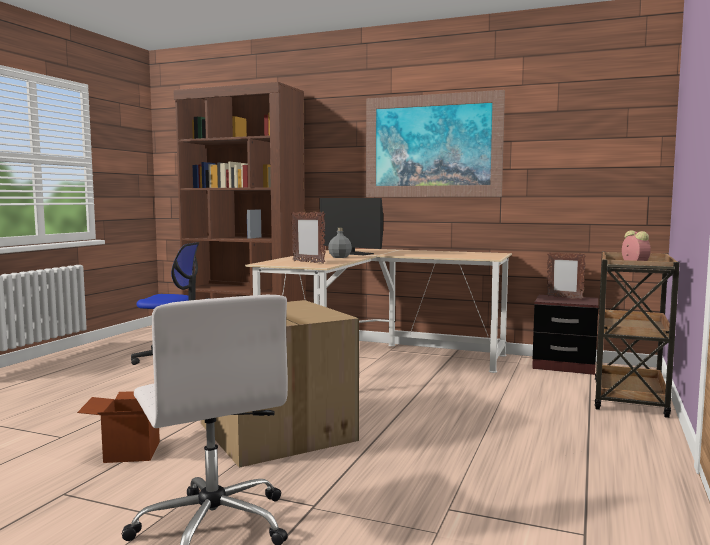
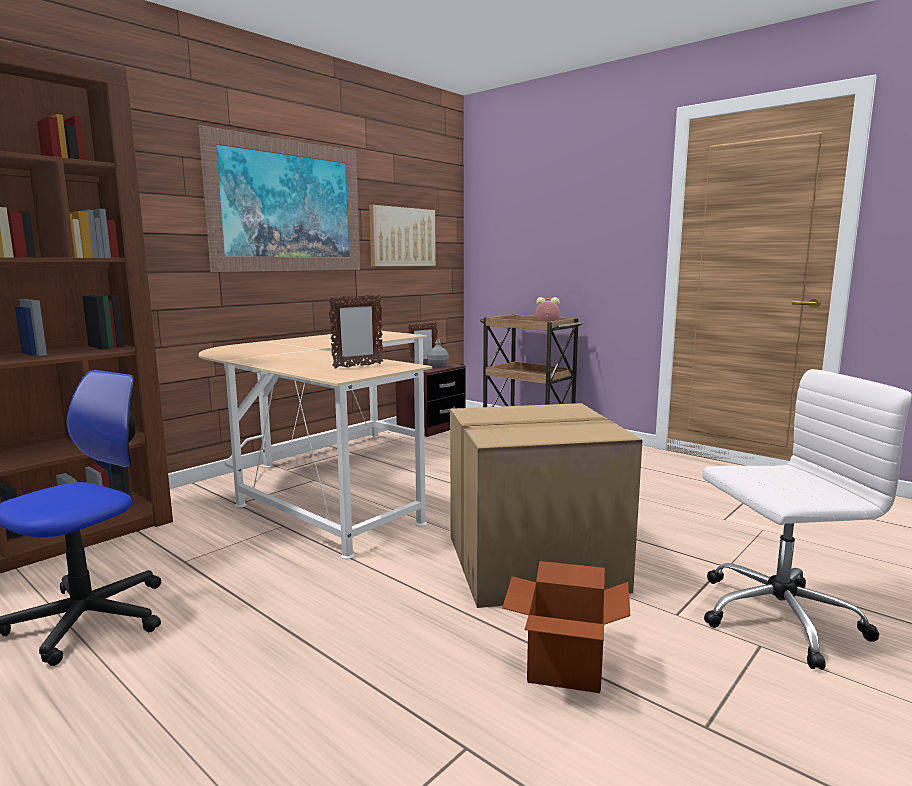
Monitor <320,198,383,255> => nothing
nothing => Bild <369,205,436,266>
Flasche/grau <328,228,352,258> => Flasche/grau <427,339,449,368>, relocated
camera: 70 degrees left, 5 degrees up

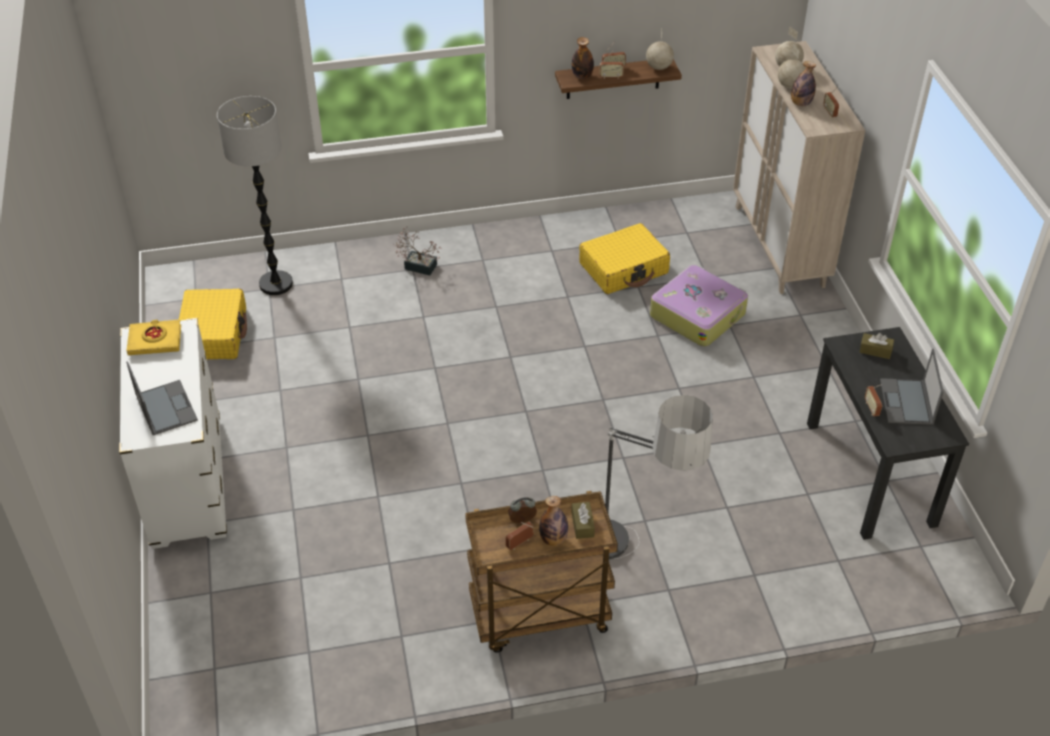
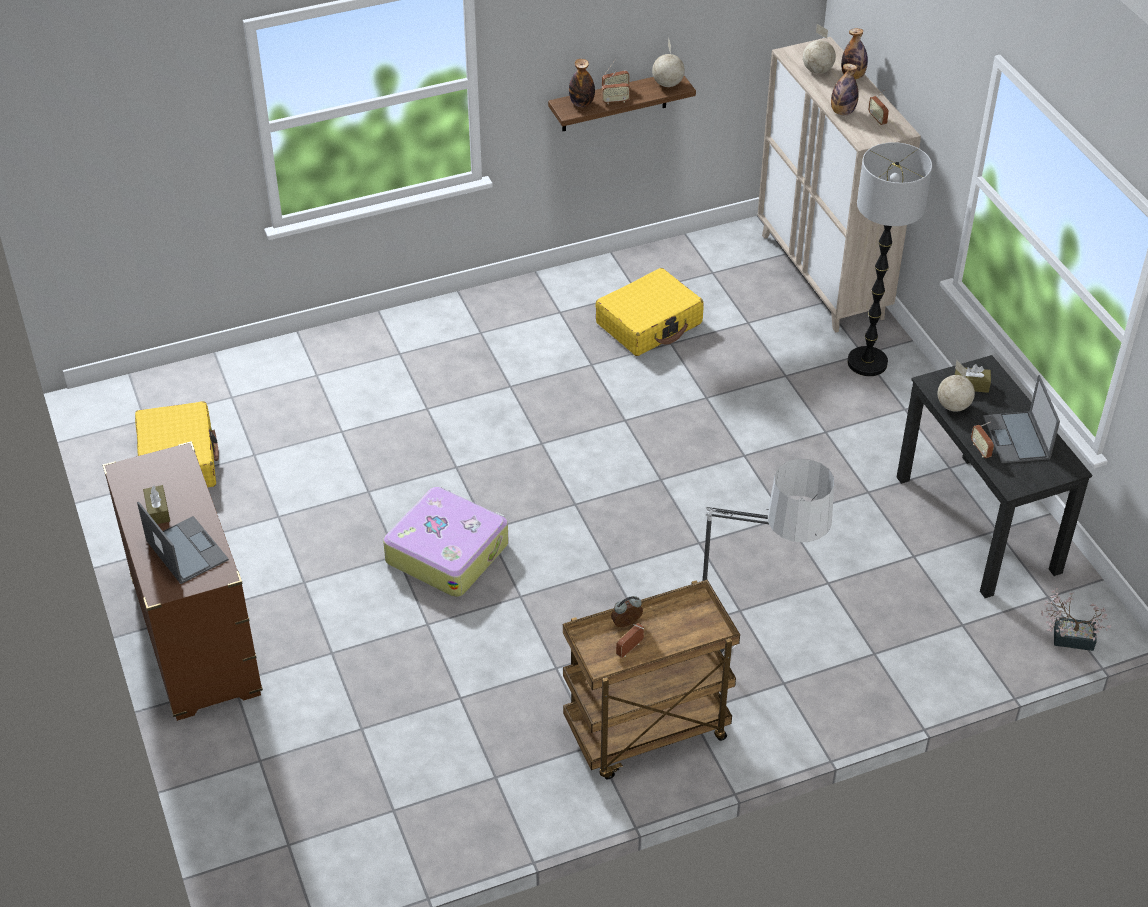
Buch/gelb <126,319,181,355> => nothing
Stehlampe <217,96,293,295> => Stehlampe <847,142,932,376>, relocated
Topfpflanze <393,227,442,276> => Topfpflanze <1041,588,1111,651>, relocated
Flasche <539,496,568,546> => Flasche <841,28,868,80>, relocated
Taschentuchbox/braun <571,502,595,539> => Taschentuchbox/braun <143,485,170,524>, relocated
Koffer <650,265,748,347> => Koffer <383,487,509,597>, relocated
Globus <778,45,806,89> => Globus <938,360,975,411>, relocated
Kommode/weiß <119,318,227,549> => Kommode/braun <102,441,263,721>
camera: 10 degrees left, 0 degrees up

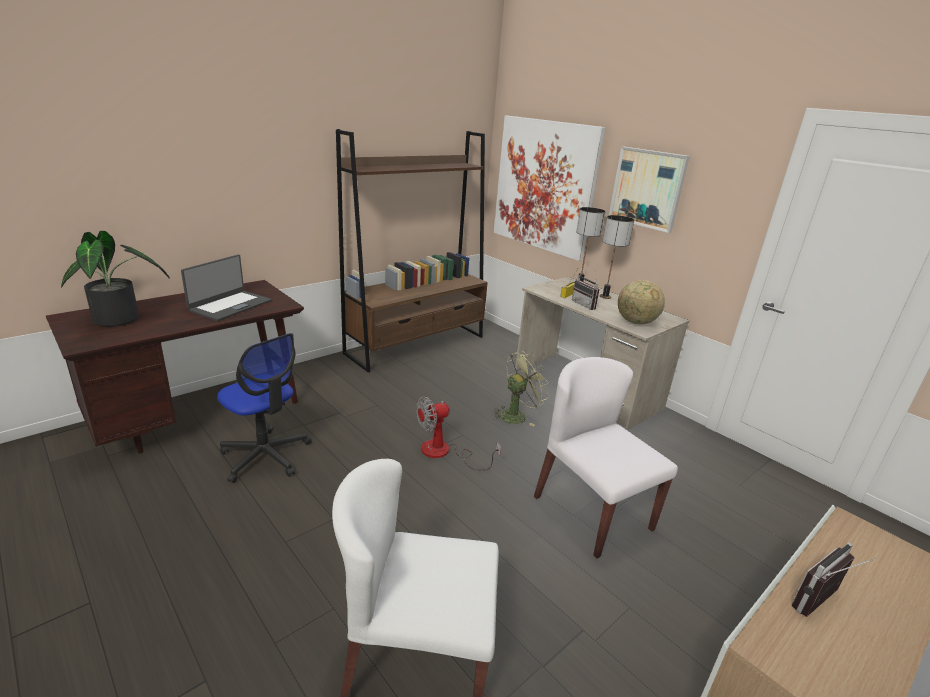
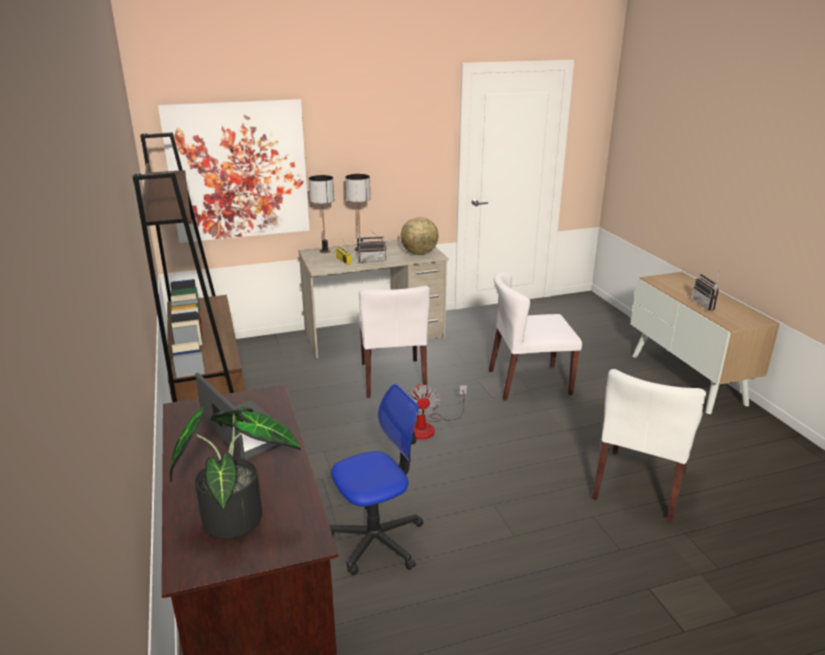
Bild <609,147,690,233> => nothing
Ventilator/grün <492,351,550,426> => Stuhl/weiß <358,286,430,398>
camera: 65 degrees left, 0 degrees up

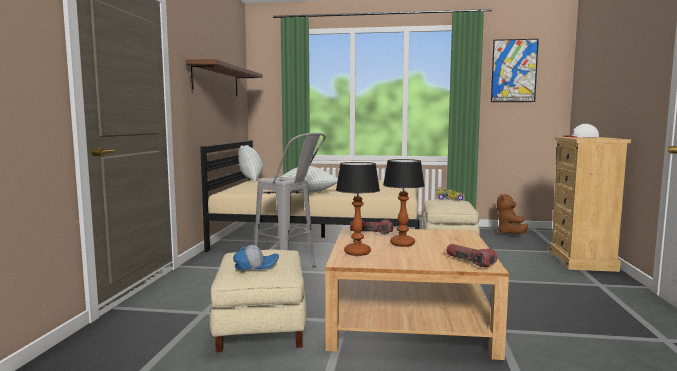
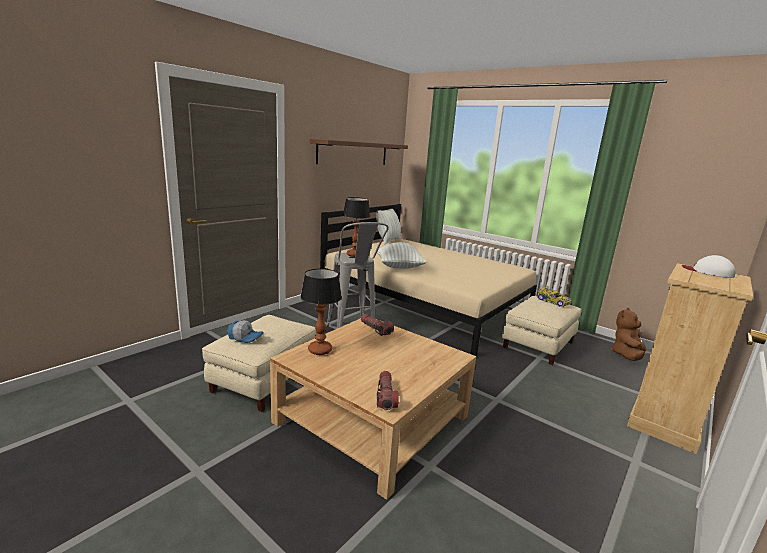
Bild <491,39,539,102> => nothing
Tischlampe <383,159,425,247> => Tischlampe <343,197,371,257>, relocated
camera: 30 degrees right, 10 degrees up

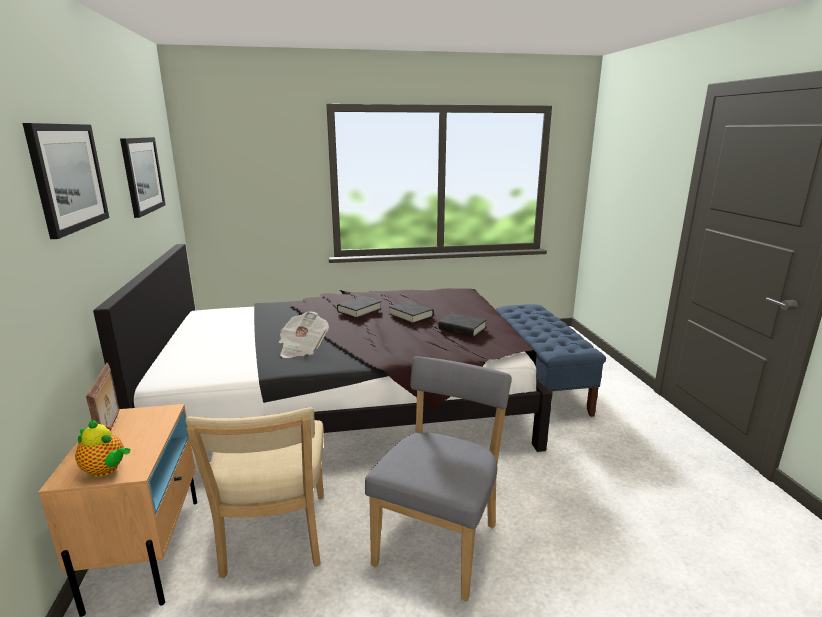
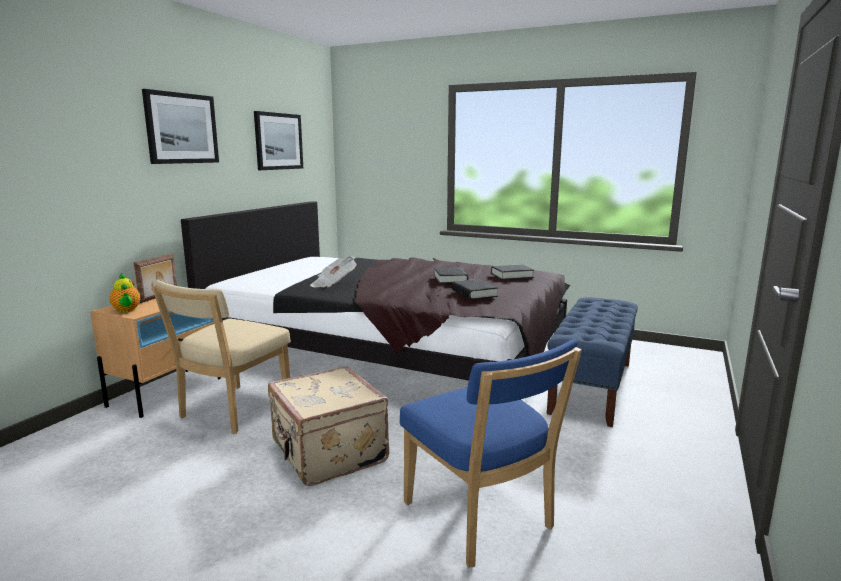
nothing => Stuhl/blau <400,339,582,568>
Buch/schwarz <337,296,381,318> => Buch/schwarz <491,265,534,280>, relocated
Stuhl/grau <365,356,512,602> => Koffer/beige <268,366,389,486>
camera: 35 degrees right, 5 degrees down

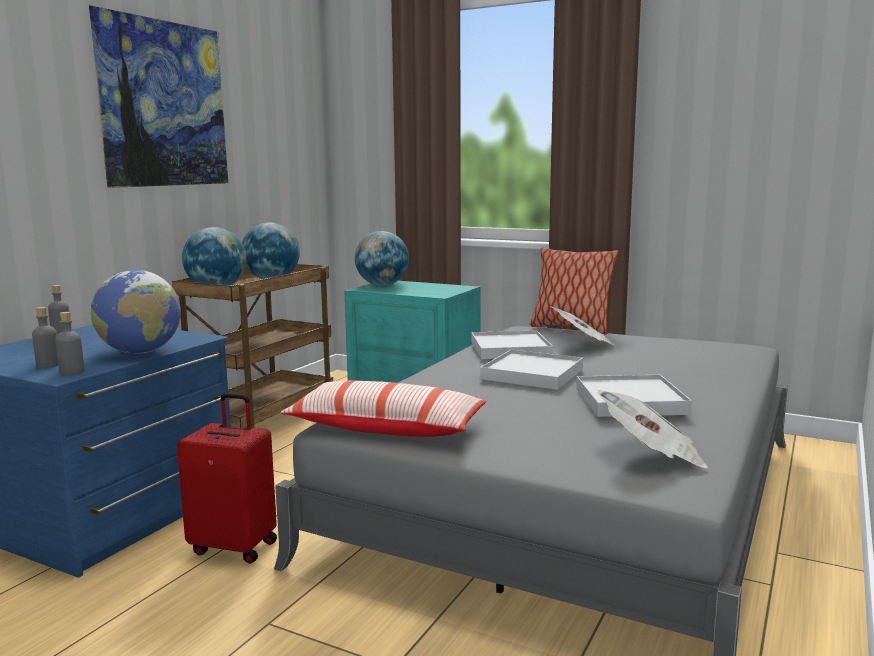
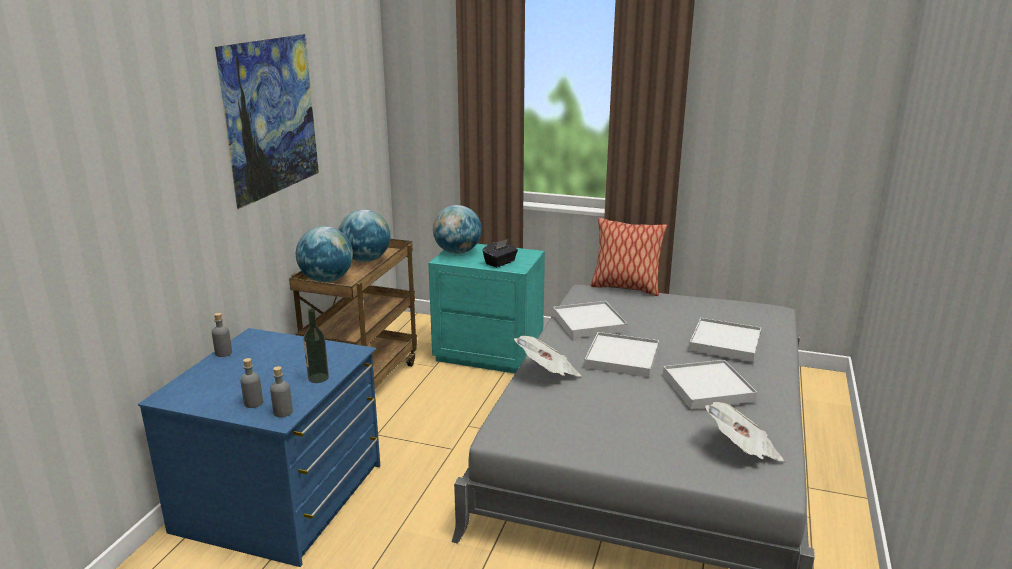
Koffer/rot <177,393,277,564> => nothing
Kissen <281,380,486,437> => nothing
nothing => Taschentuchbox/schwarz <482,239,518,268>
nothing => Tablett/weiß <689,318,762,362>
Zeitung <550,306,618,347> => Zeitung <514,336,582,376>, relocated
Globus <91,270,181,354> => Flasche <303,308,329,383>
camera: 10 degrees left, 10 degrees up

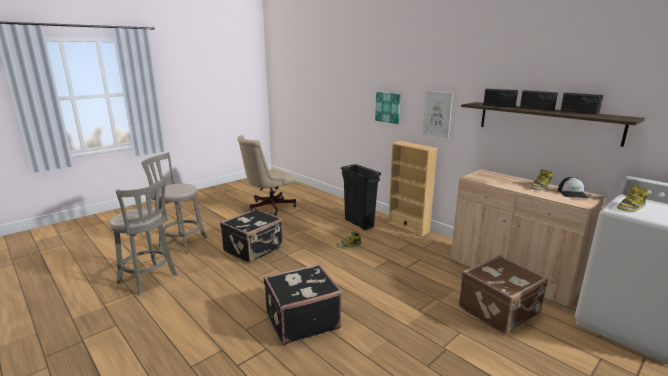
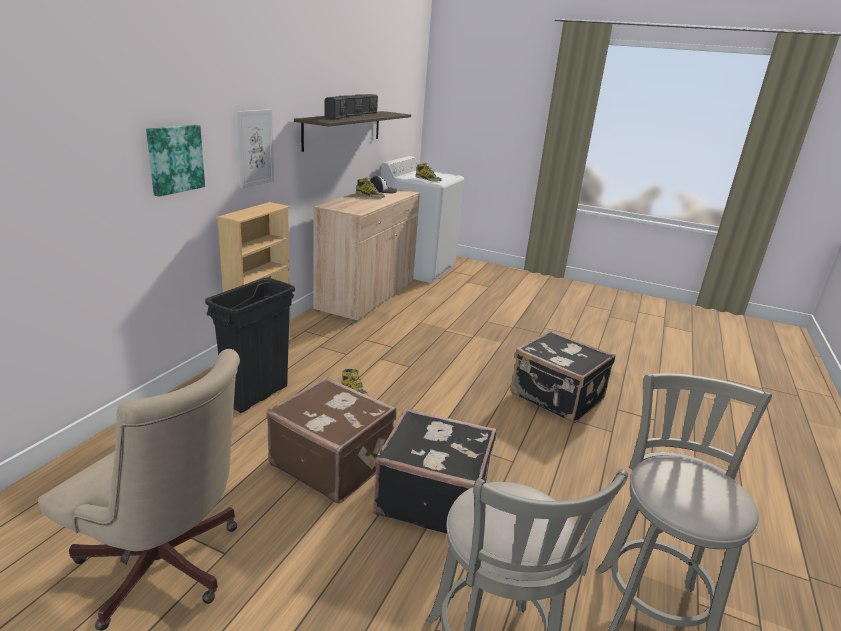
Koffer/braun <459,255,548,334> => Koffer/braun <266,377,397,504>, relocated
camera: 115 degrees left, 5 degrees up

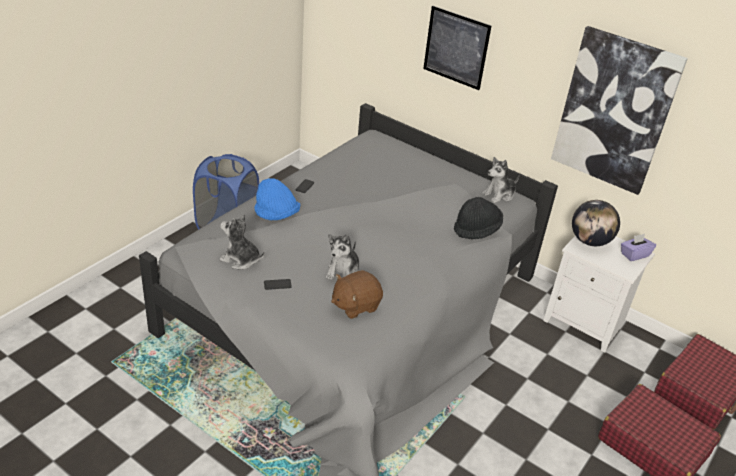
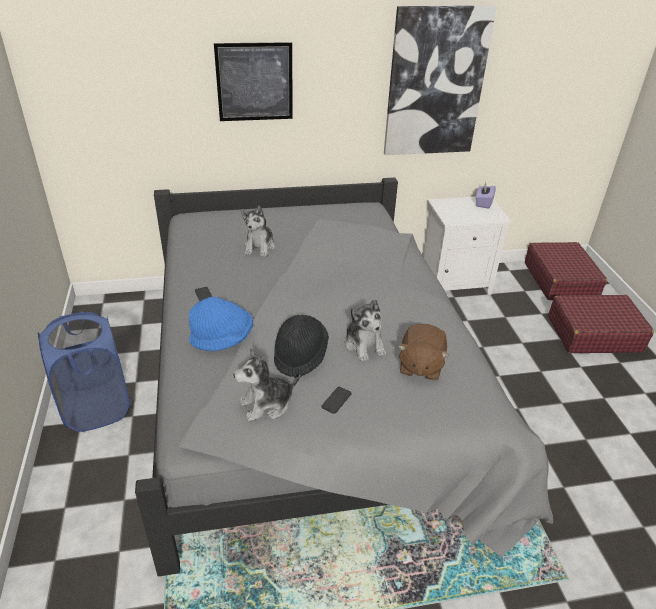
Globus <572,200,620,246> => nothing
Hut/schwarz <454,197,503,239> => Hut/schwarz <274,315,329,378>, relocated
Plüschtier <482,157,520,203> => Plüschtier <241,206,275,257>, relocated
camera: 45 degrees left, 0 degrees up

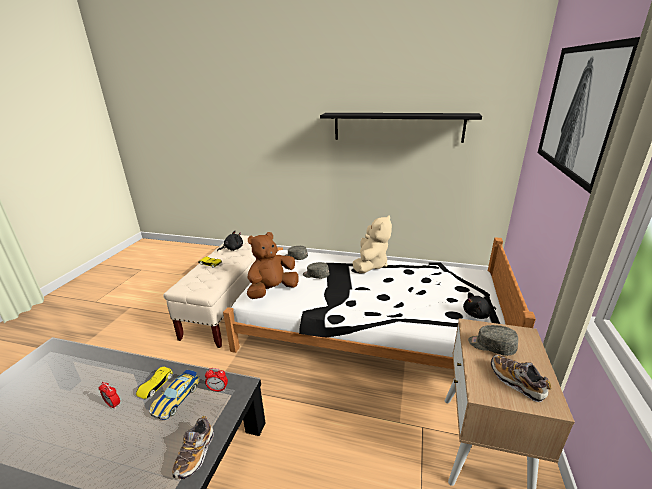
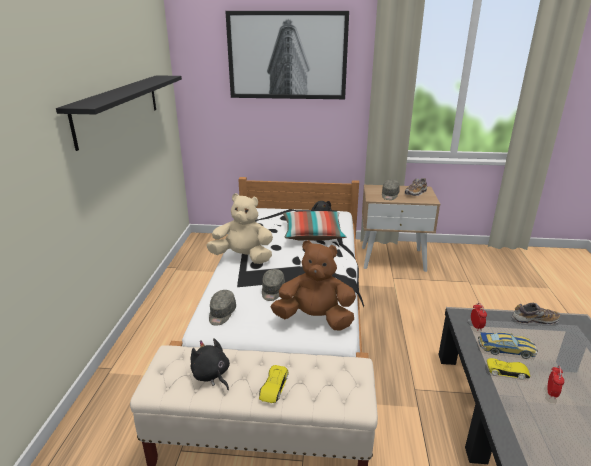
nothing => Kissen <283,211,347,240>
Plüschtier/braun <247,232,299,299> => Plüschtier/braun <271,240,356,331>, 150 degrees clockwise
camera: 100 degrees left, 0 degrees up

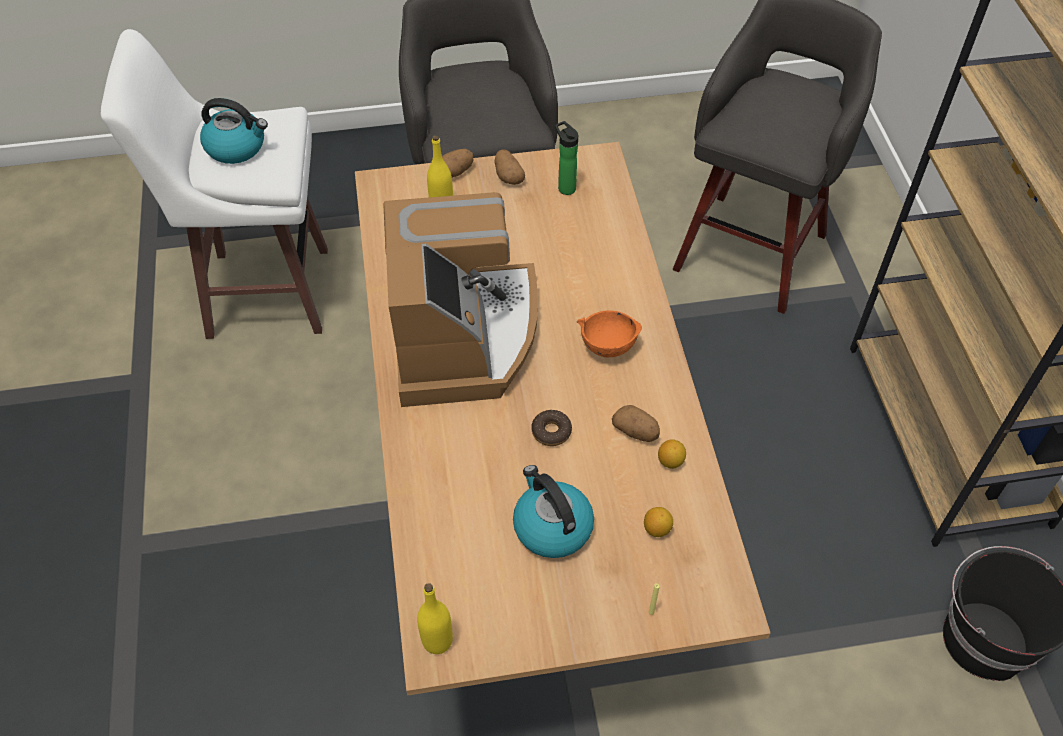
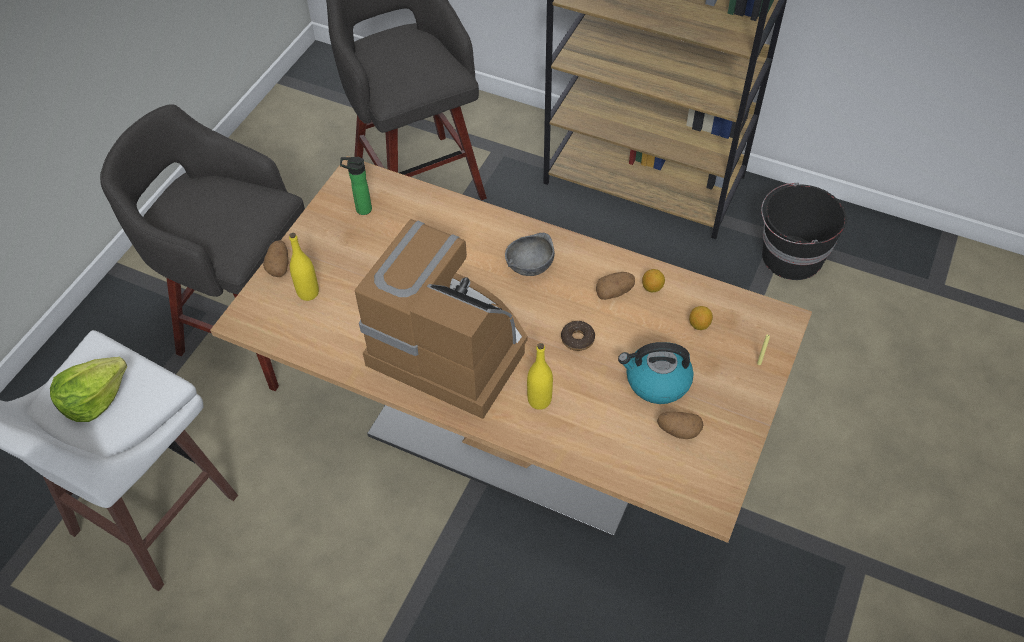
Flasche/gelb <417,583,453,654> => Flasche/gelb <527,343,553,410>, relocated
Kartoffel <494,150,525,185> => Kartoffel <657,412,703,439>, relocated
Wasserkessel <200,98,268,164> => Salatkopf <50,357,127,422>
Schüssel/orange <576,310,642,357> => Schüssel/grau <505,233,555,276>
camera: 55 degrees left, 0 degrees up

